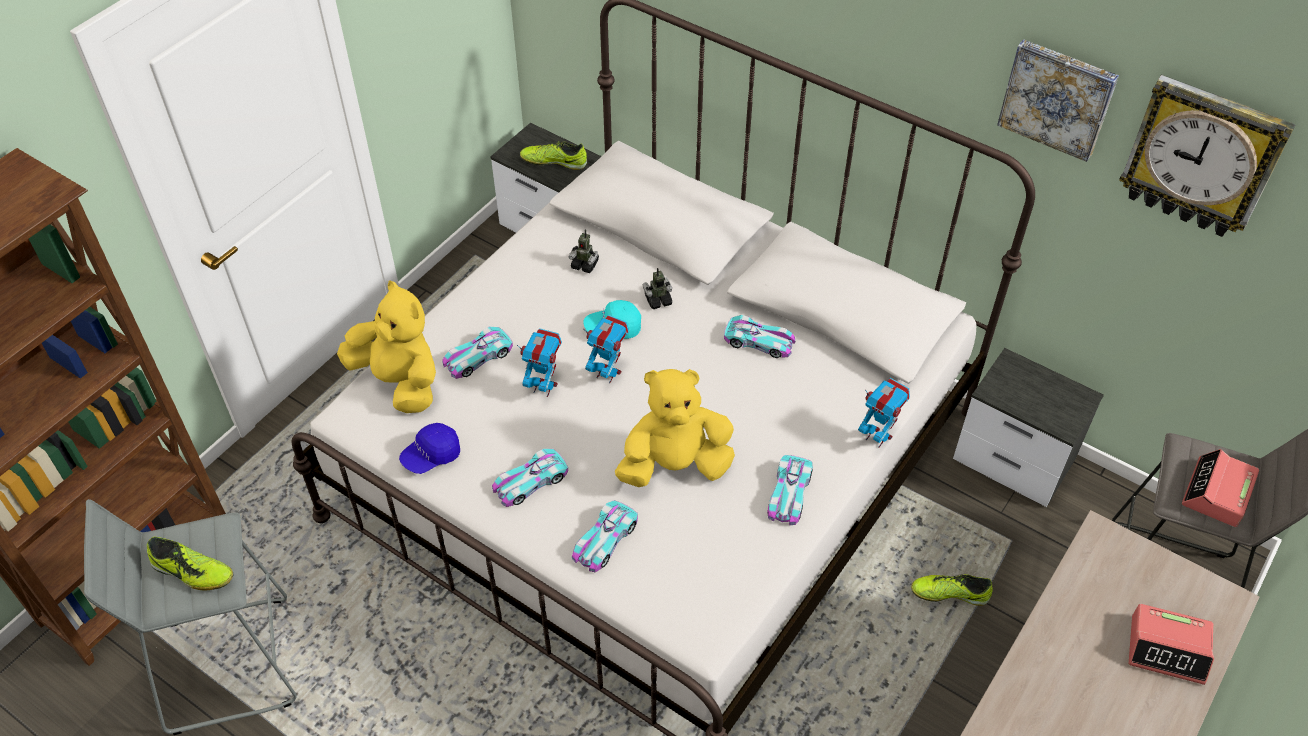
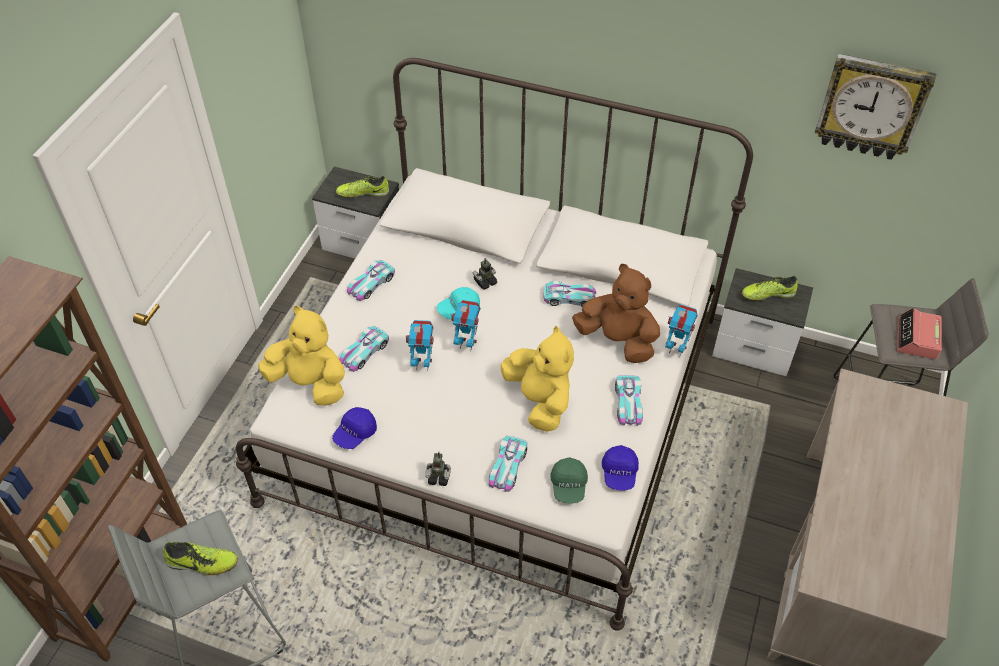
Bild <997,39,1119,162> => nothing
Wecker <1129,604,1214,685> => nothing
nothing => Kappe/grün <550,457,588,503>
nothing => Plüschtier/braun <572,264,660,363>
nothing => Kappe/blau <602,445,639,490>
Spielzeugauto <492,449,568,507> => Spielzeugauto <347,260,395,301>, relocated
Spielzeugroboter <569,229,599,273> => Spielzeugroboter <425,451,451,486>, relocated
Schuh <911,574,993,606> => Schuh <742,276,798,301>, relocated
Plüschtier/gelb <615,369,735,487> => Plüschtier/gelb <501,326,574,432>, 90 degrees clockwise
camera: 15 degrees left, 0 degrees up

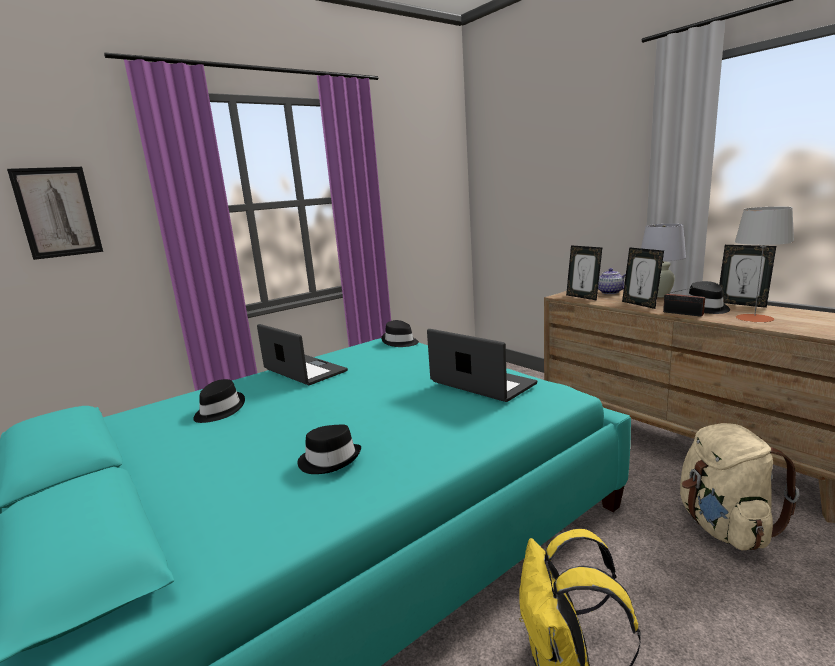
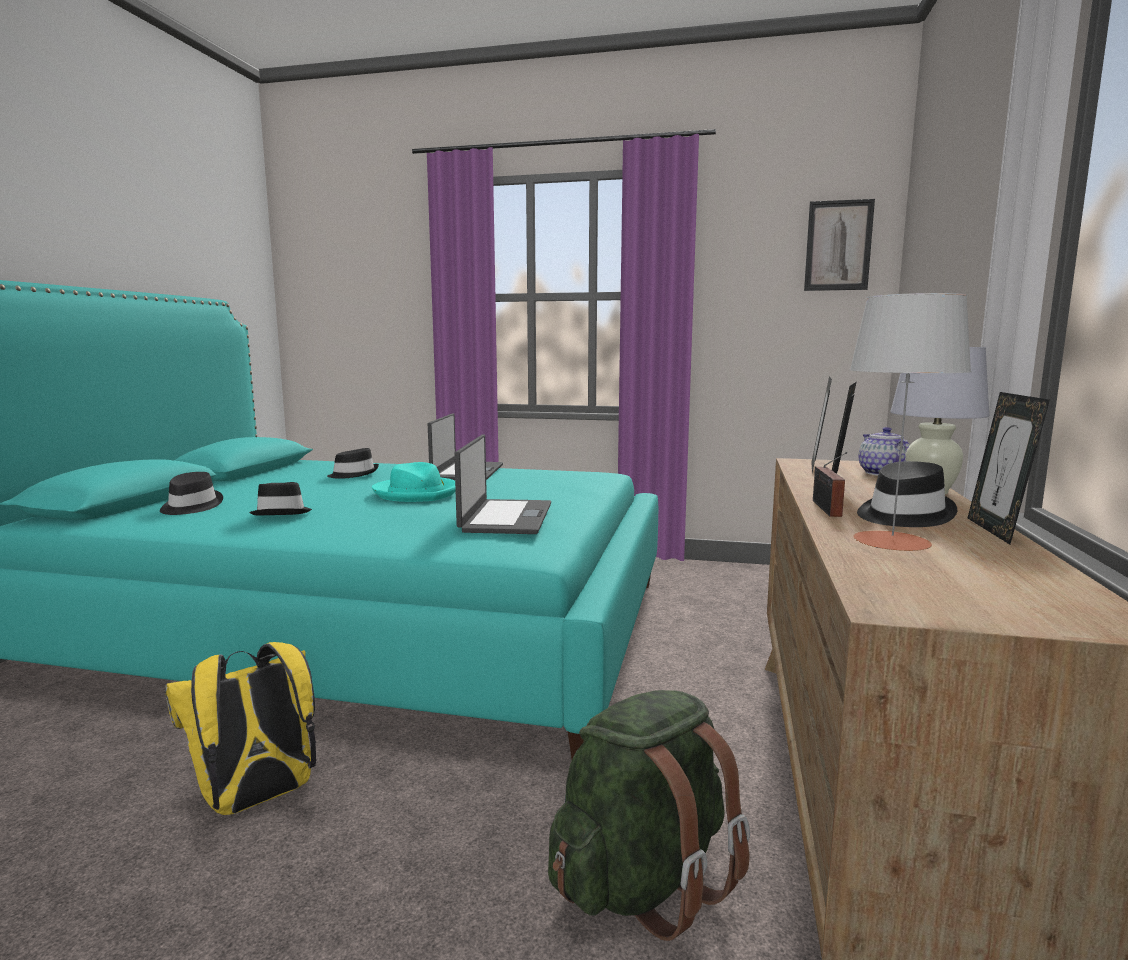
nothing => Hut/türkis <372,462,456,502>
Bild <7,167,103,260> => Bild <804,199,875,291>, relocated
Hut/schwarz <381,320,419,347> => Hut/schwarz <160,472,223,515>, relocated
Rucksack/beige <680,423,799,550> => Rucksack/grün <548,690,750,941>
camera: 50 degrees right, 5 degrees down

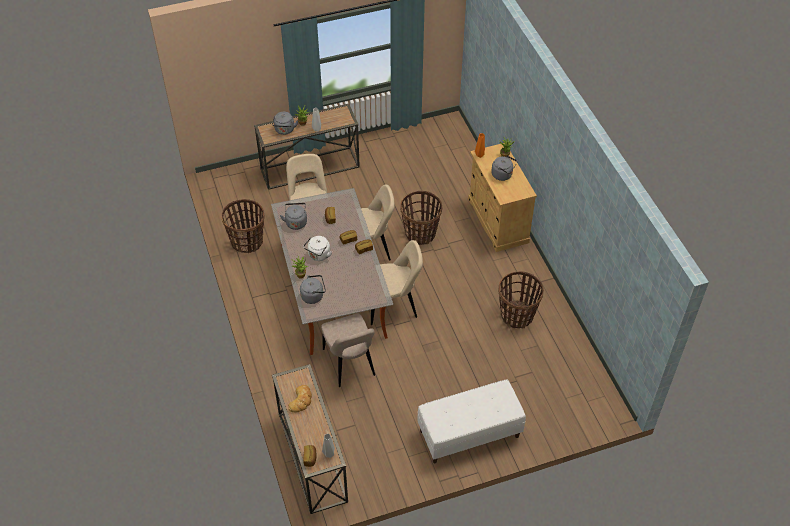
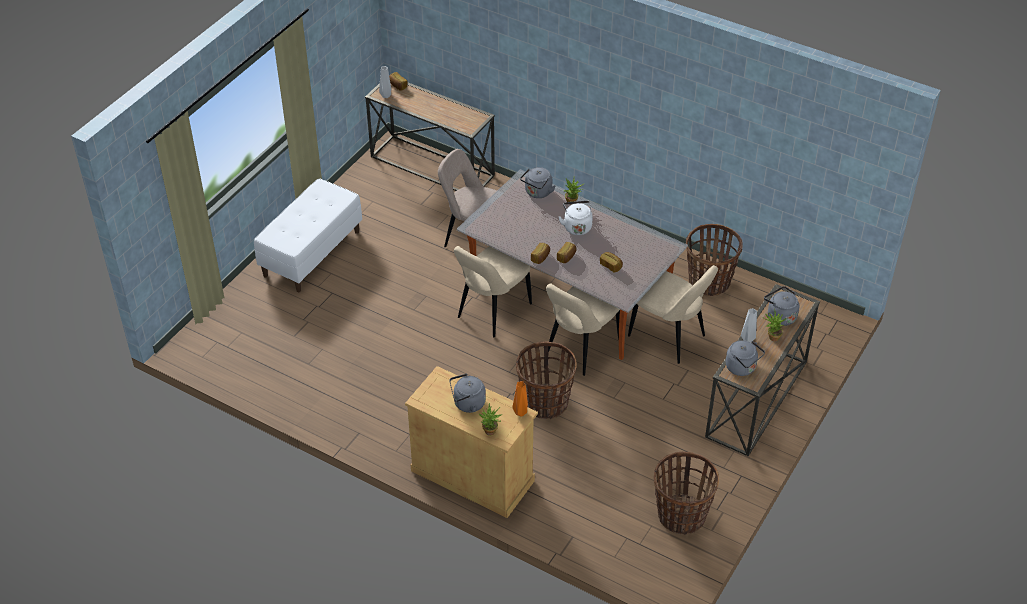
Brot <288,385,312,412> => nothing
Wasserkessel/grau <280,203,307,230> => Wasserkessel/grau <726,340,765,376>, relocated
Korb <499,271,544,328> => Korb <654,452,719,535>, relocated
camera: 140 degrees right, 5 degrees down

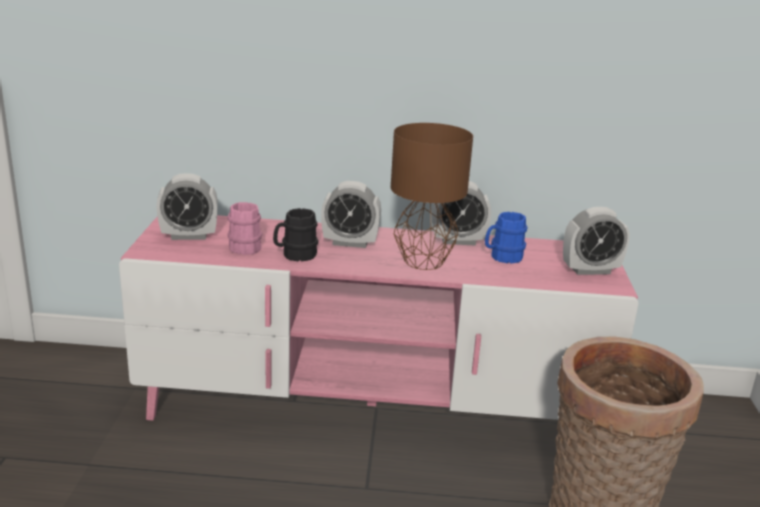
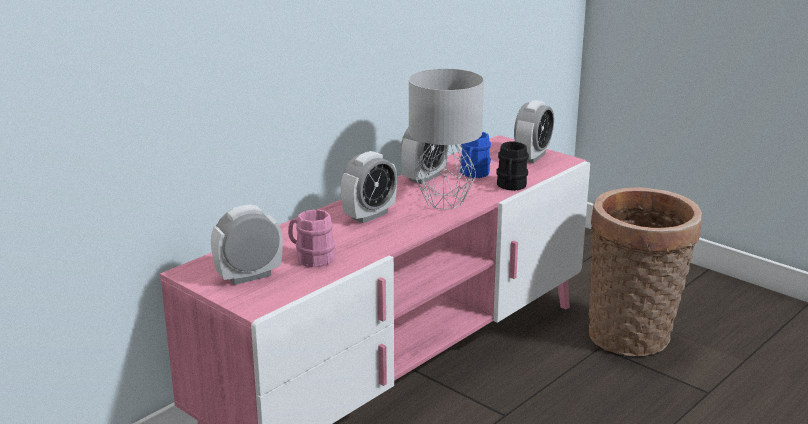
Henkelbecher/schwarz <273,208,318,262> => Henkelbecher/schwarz <496,141,529,191>, relocated
Tischlampe/braun <391,123,473,270> => Tischlampe/grau <409,69,484,209>
Wecker <156,173,218,240> => Wecker <211,205,283,285>, 150 degrees counterclockwise
camera: 50 degrees left, 0 degrees up

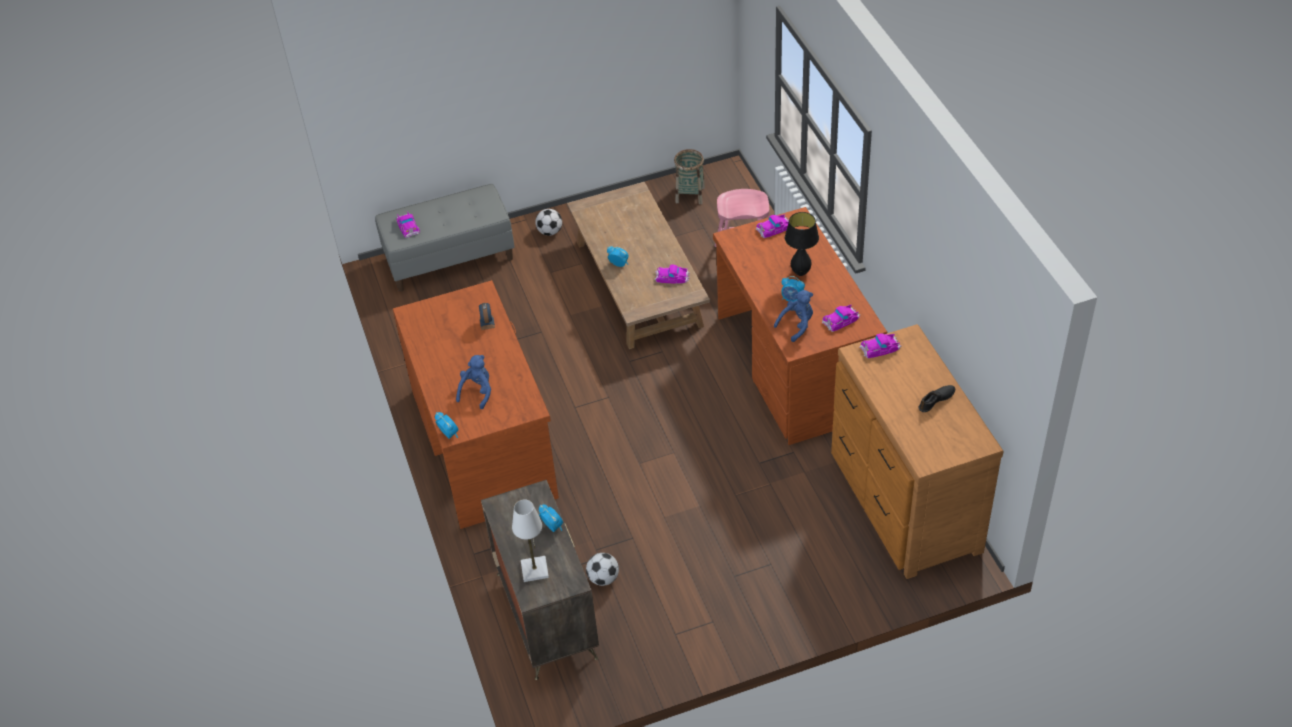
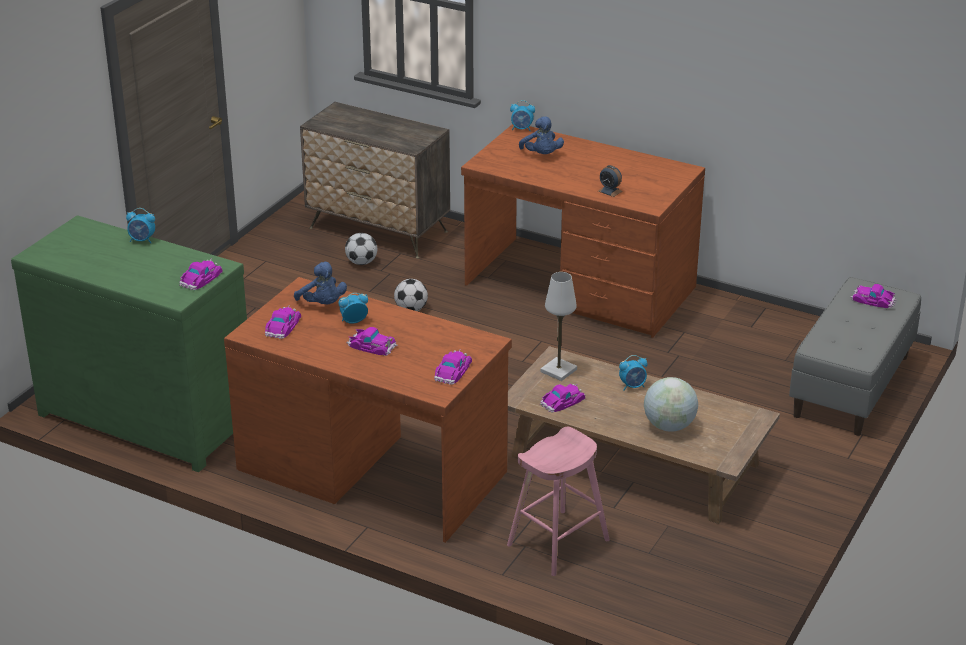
Korb <674,149,705,205> => nothing
Schuh/schwarz <918,385,955,412> => nothing
nothing => Globus <644,377,698,432>
Tischlampe/weiß <512,500,549,582> => Tischlampe/weiß <541,272,577,381>, relocated
Fußball <535,209,562,236> => Fußball <394,279,428,311>, relocated
Wecker <539,504,563,532> => Wecker <126,208,155,243>, relocated
Tischlampe/schwarz <785,212,819,276> => Spielzeugauto <346,327,398,356>
Kommode/braun <831,324,1004,579> => Kommode/grün <11,215,247,472>
Plüschtier/blau <774,290,813,342> => Plüschtier/blau <294,262,347,304>, 45 degrees counterclockwise
camera: 135 degrees right, 15 degrees down

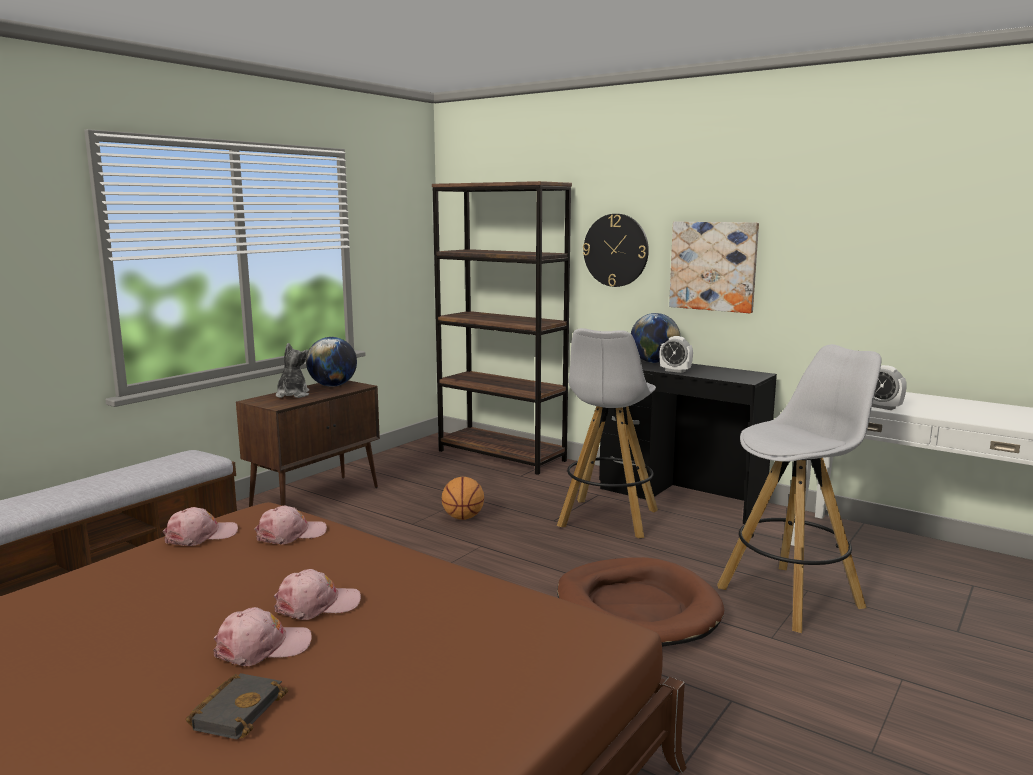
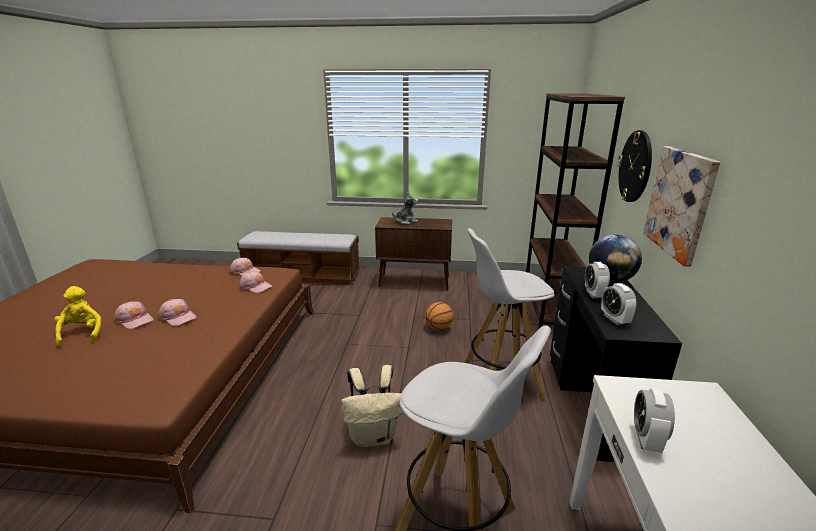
Globus <306,337,357,387> => nothing
nothing => Wecker <601,283,637,325>
Buch/schwarz <186,673,288,740> => Plüschtier/gelb <54,286,101,346>
Hundebett/braun <557,557,724,647> => Rucksack/beige <342,365,403,447>
camera: 60 degrees right, 10 degrees up

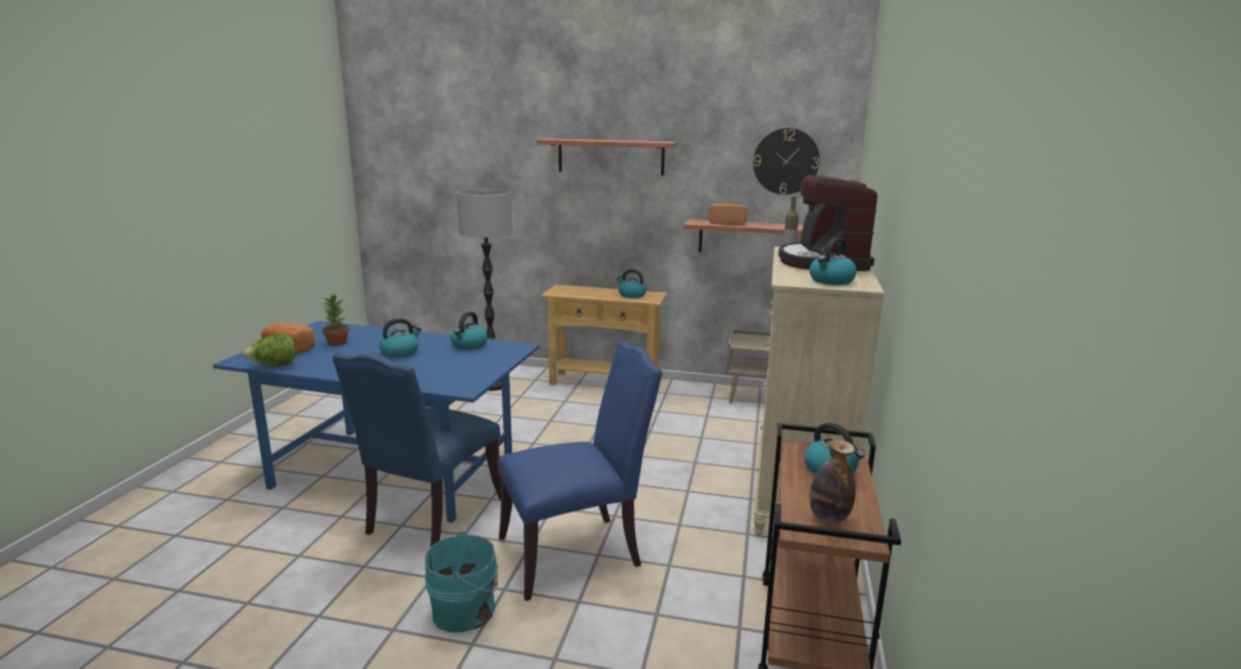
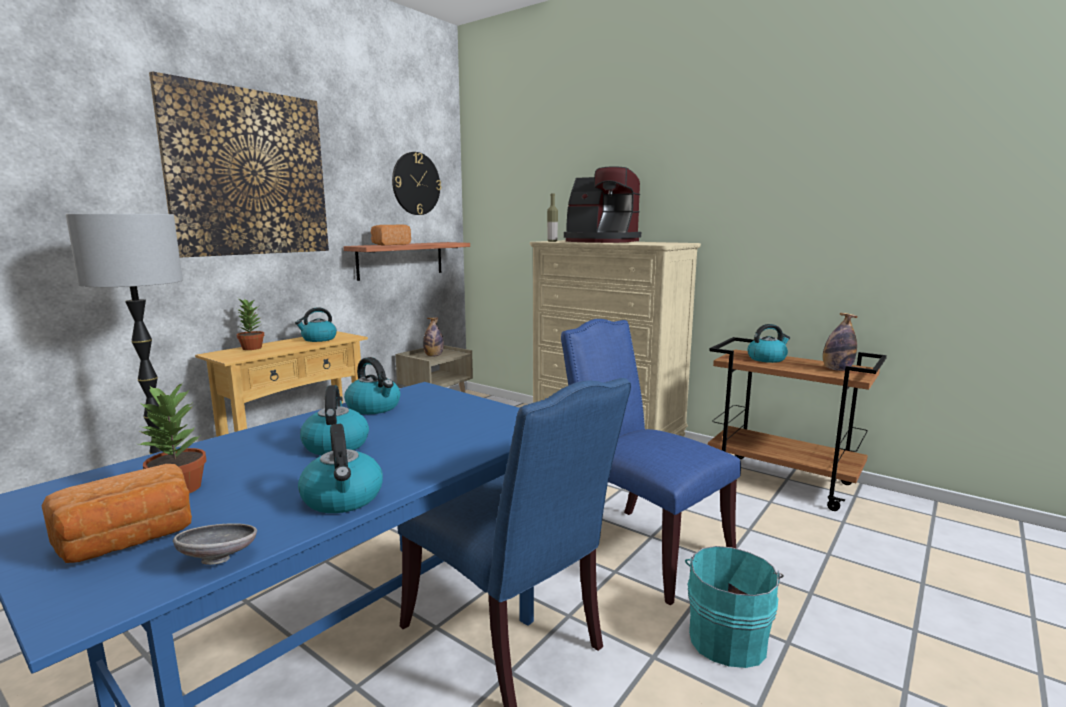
nothing => Topfpflanze <237,299,264,350>
nothing => Flasche <423,317,444,357>
Wasserkessel <809,238,857,285> => Wasserkessel <298,424,383,513>, relocated
Salatkopf <242,334,296,366> => Schüssel/grau <173,523,257,565>
Wandregal <537,138,677,175> => Bild <149,71,329,257>
Stuhl/blau <498,341,662,601> => Stuhl/blau <561,319,741,605>, 45 degrees counterclockwise
camera: 65 degrees left, 5 degrees down

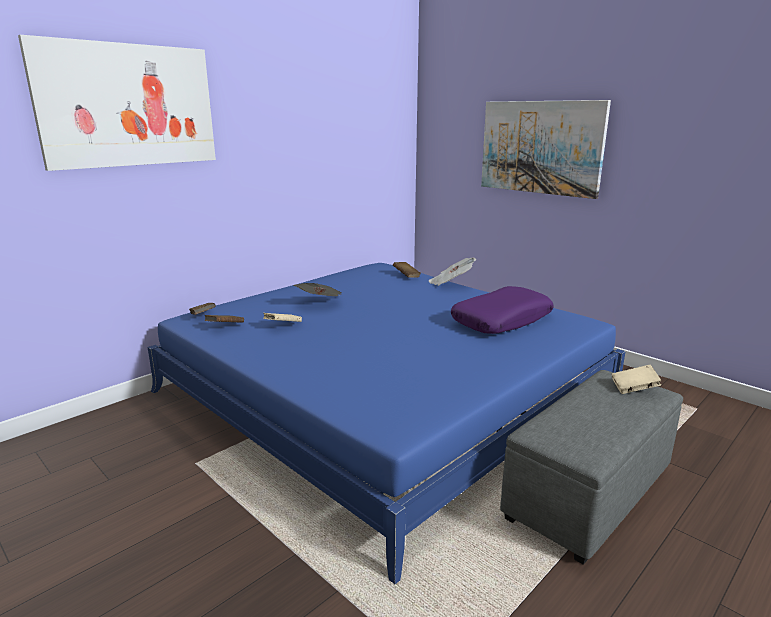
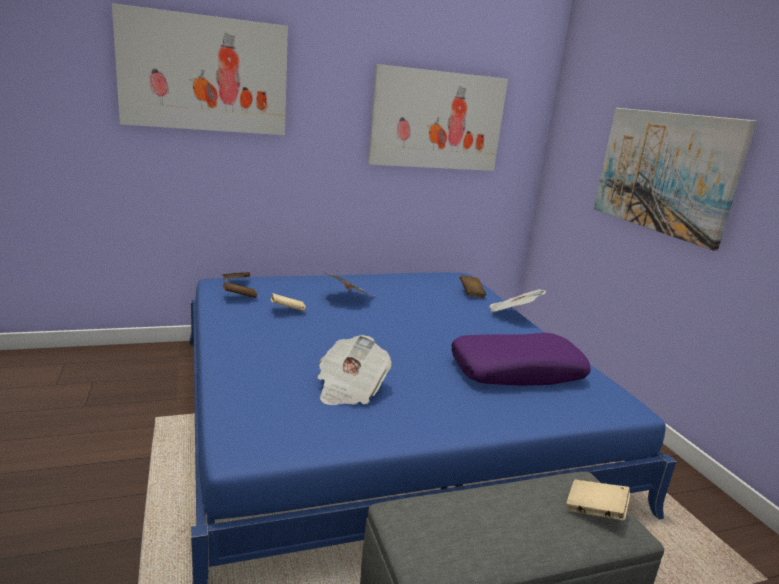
nothing => Zeitung <317,335,391,405>
nothing => Bild <368,64,508,171>
camera: 25 degrees right, 0 degrees up

